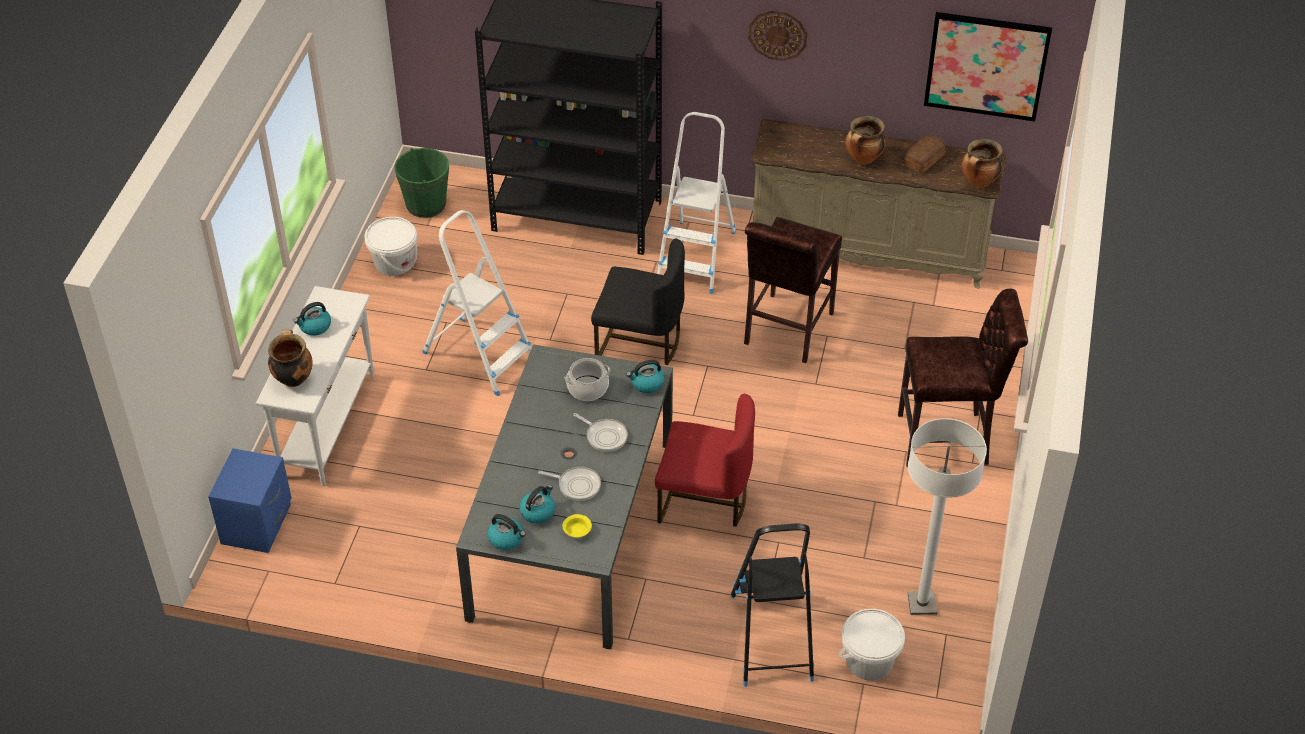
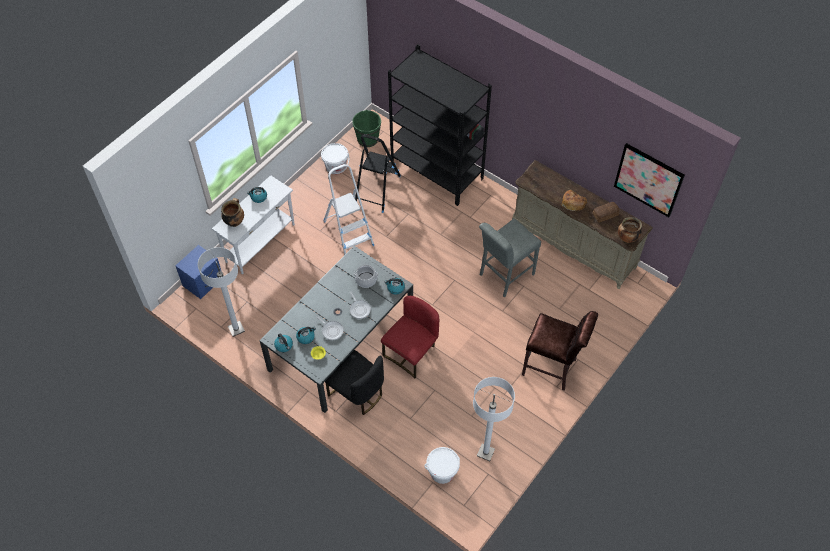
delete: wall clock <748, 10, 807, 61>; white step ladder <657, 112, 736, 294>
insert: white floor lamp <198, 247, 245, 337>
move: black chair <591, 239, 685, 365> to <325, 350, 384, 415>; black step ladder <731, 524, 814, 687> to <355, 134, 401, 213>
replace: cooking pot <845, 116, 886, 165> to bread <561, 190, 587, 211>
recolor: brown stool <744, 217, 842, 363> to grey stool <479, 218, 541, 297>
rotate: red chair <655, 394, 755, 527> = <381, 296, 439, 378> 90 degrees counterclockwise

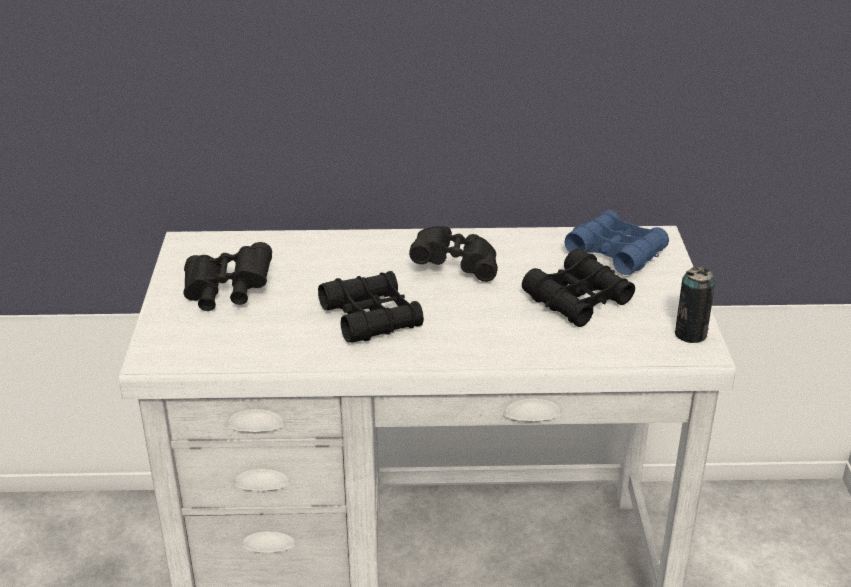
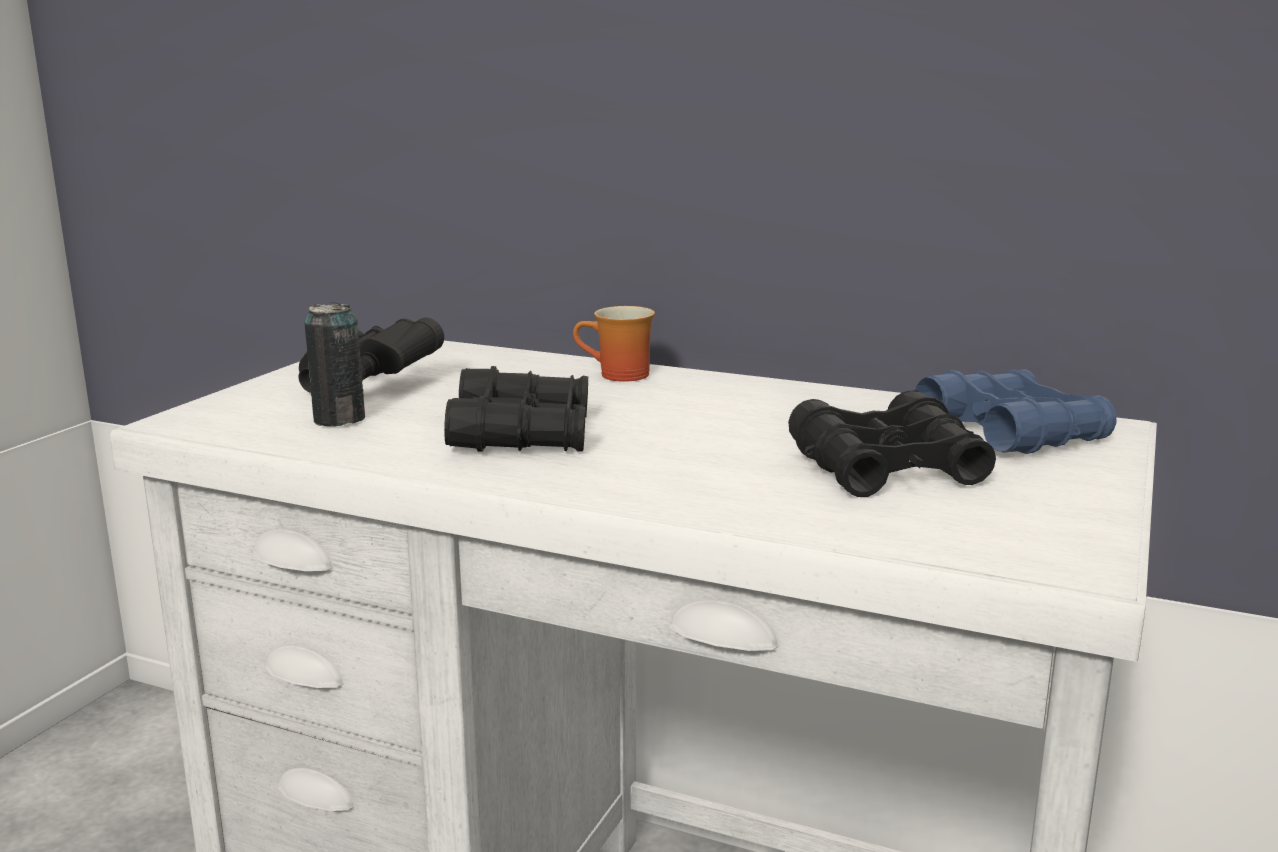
delete: black binoculars <409, 226, 498, 282>
insert: mug <573, 306, 655, 382>
move: can <675, 267, 716, 343> to <304, 302, 365, 427>

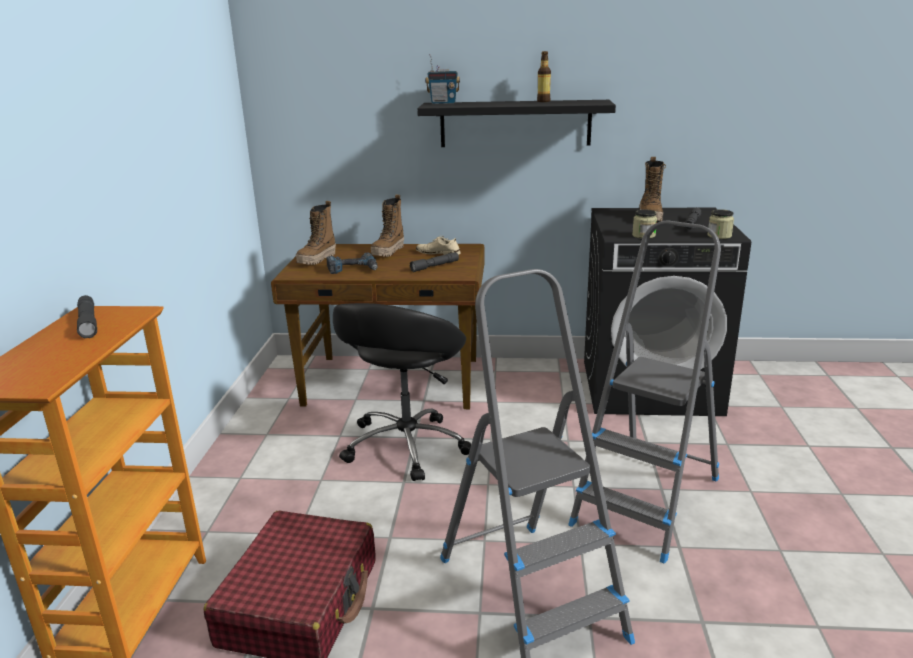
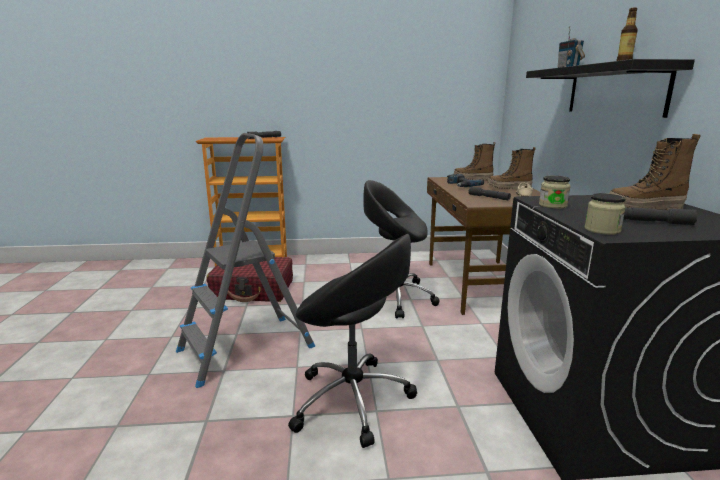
replace: grey step ladder <568, 221, 721, 563> to black office chair <288, 234, 417, 448>

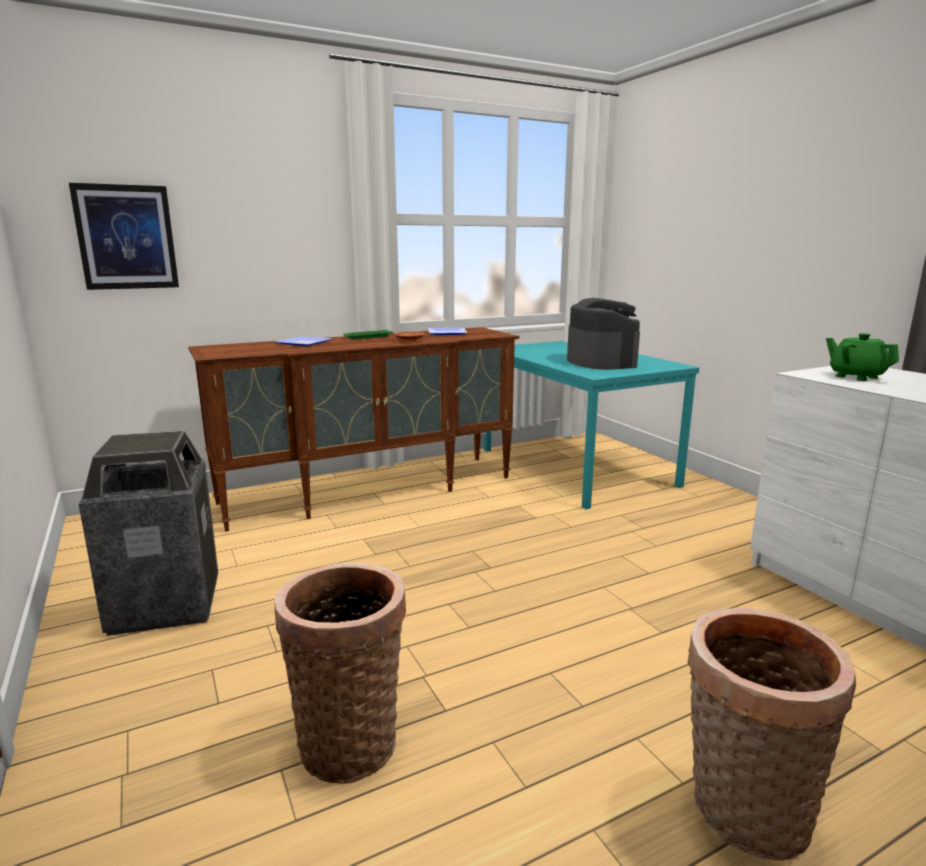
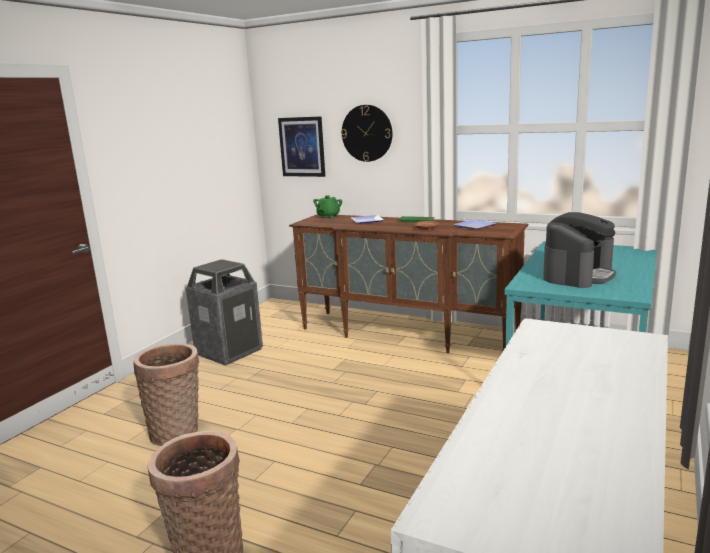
insert: wall clock <341, 105, 392, 162>
move: green teapot <826, 333, 899, 381> to <313, 195, 342, 218>

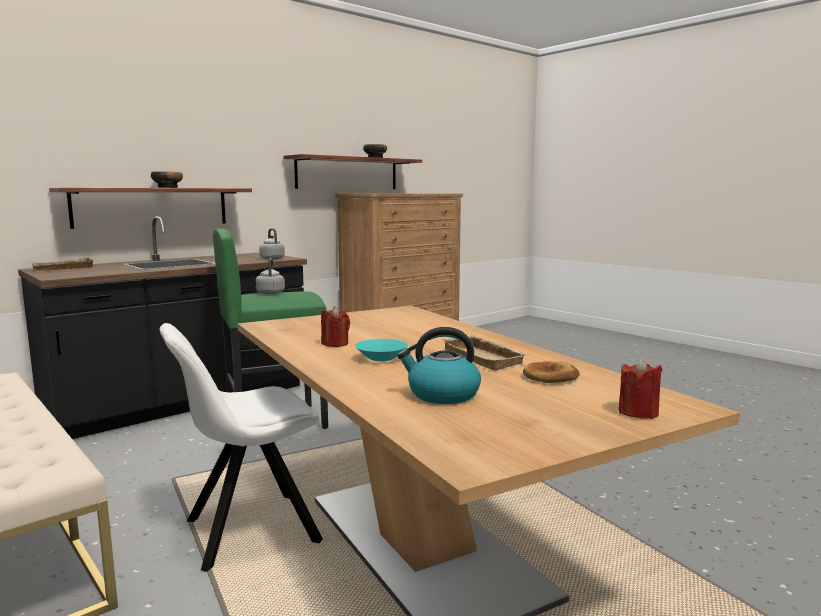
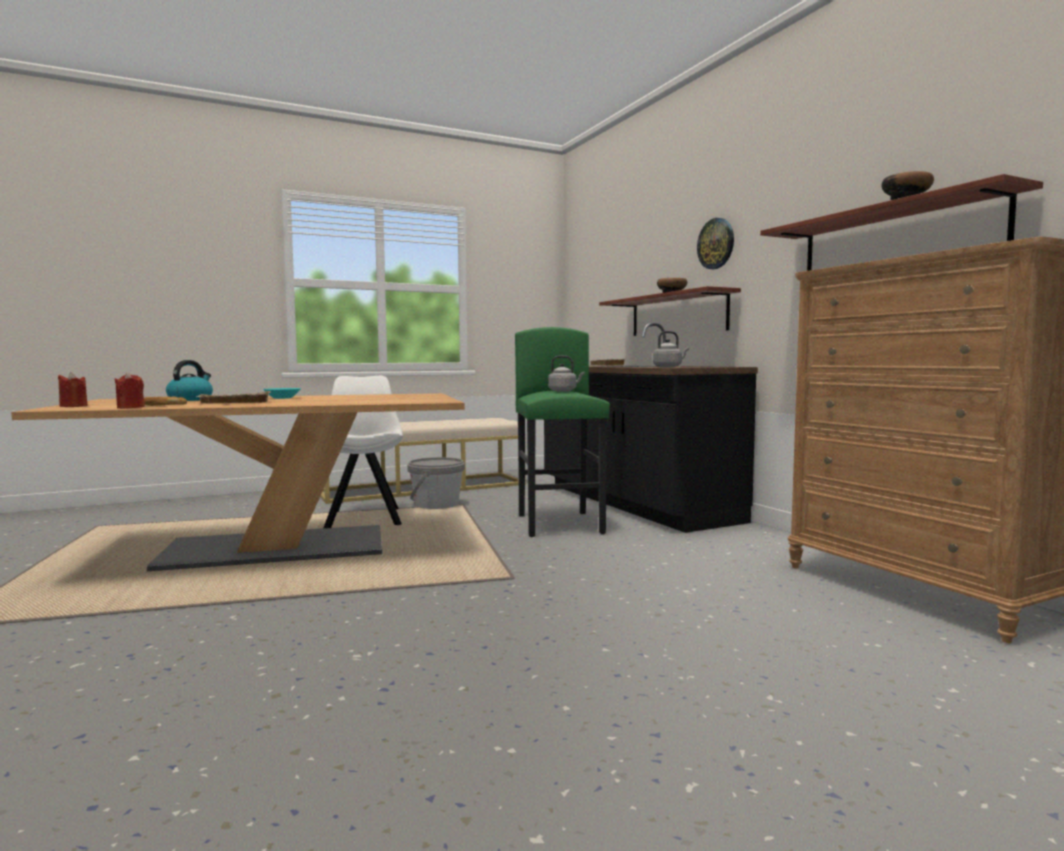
insert: wall clock <697, 218, 734, 269>; grey bucket <407, 457, 465, 509>
move: red candle <321, 306, 350, 347> to <115, 372, 145, 409>

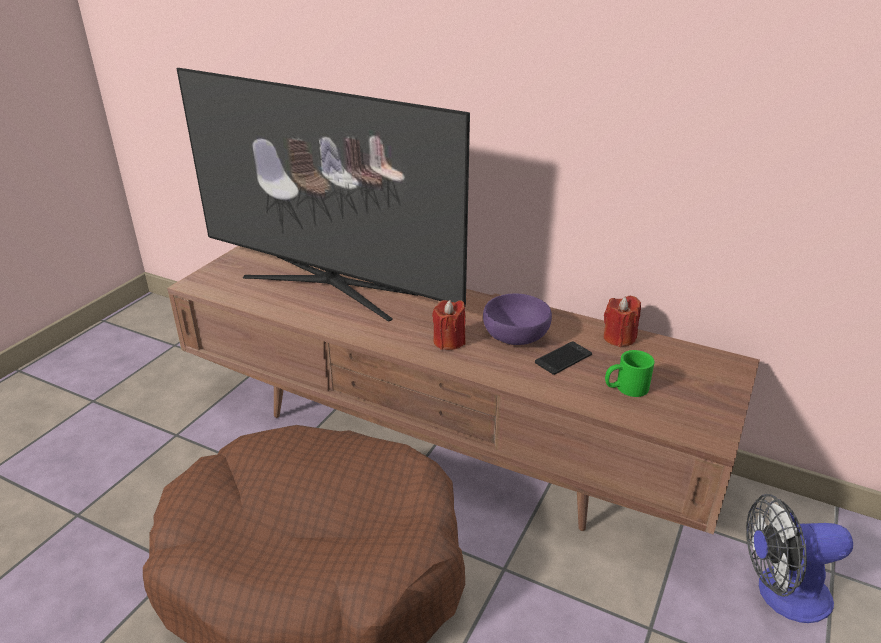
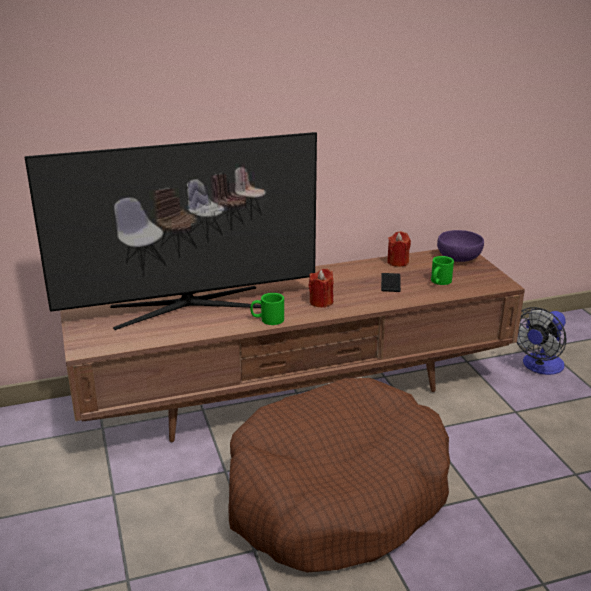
insert: green mug <250, 293, 284, 325>
move: purple bowl <483, 294, 552, 345> to <437, 230, 484, 262>

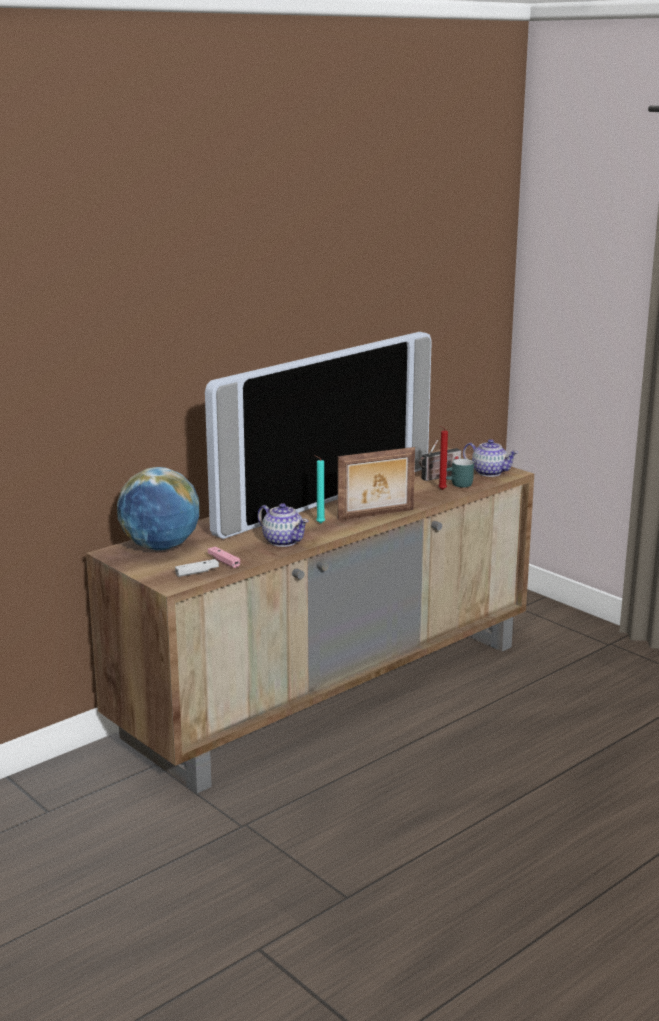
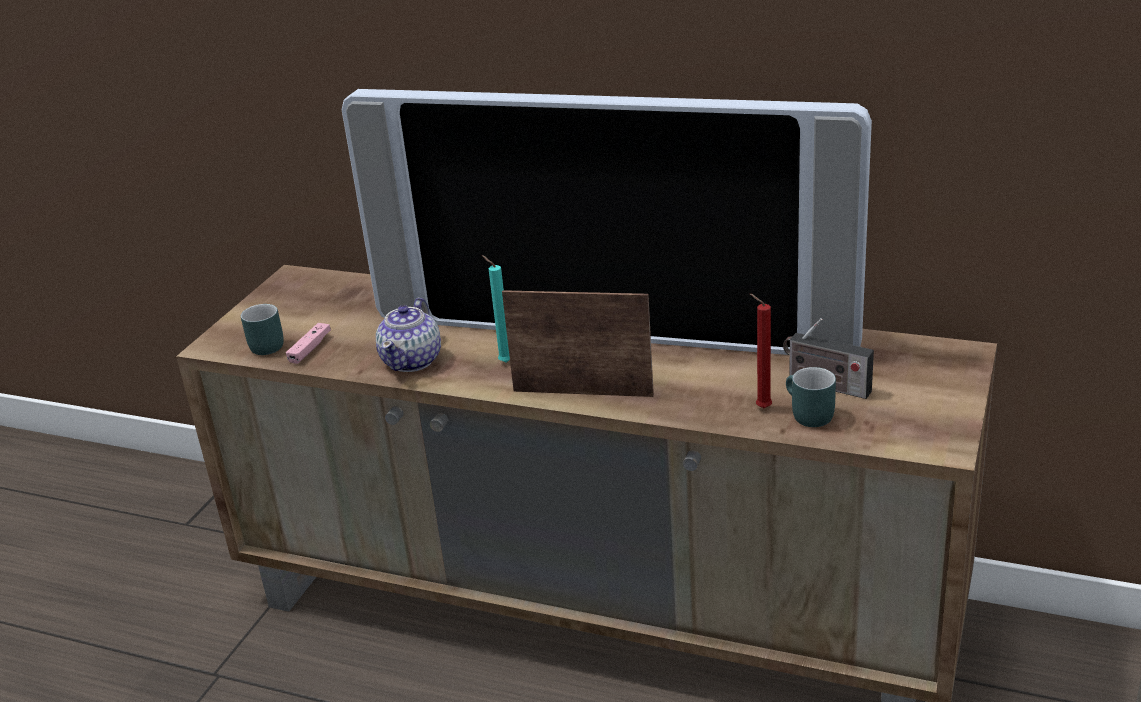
delete: teapot <463, 439, 518, 477>; globe <117, 467, 199, 550>
replace: white game controller <175, 559, 219, 577> to turquoise mug <241, 304, 284, 355>
rotate: picture frame <338, 447, 415, 520> = <502, 290, 654, 397> 150 degrees clockwise

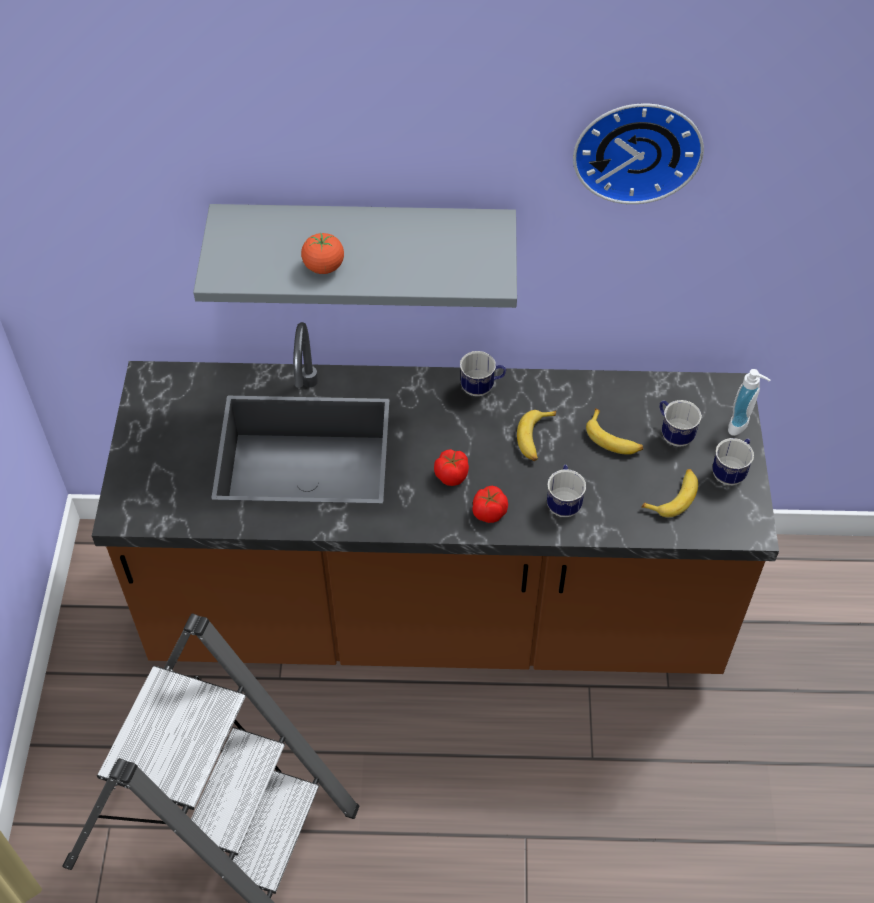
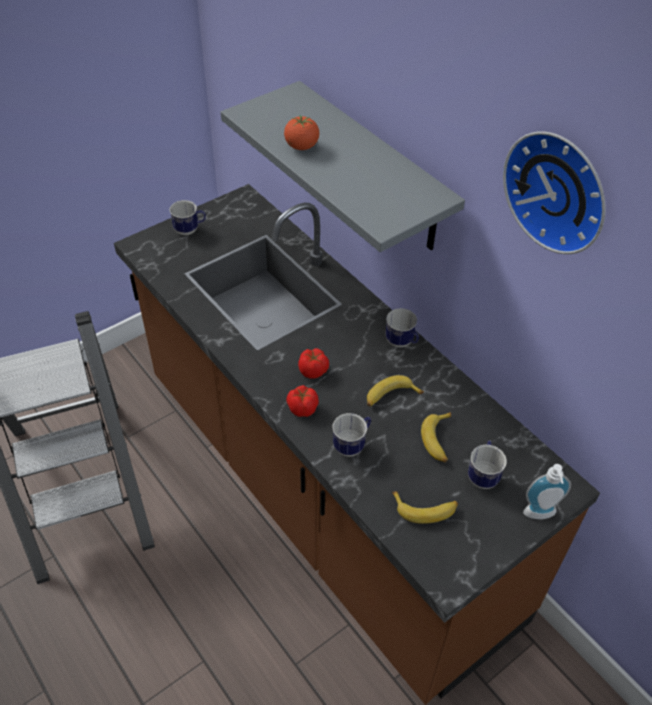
move: mug <712, 438, 754, 485> to <169, 200, 206, 235>

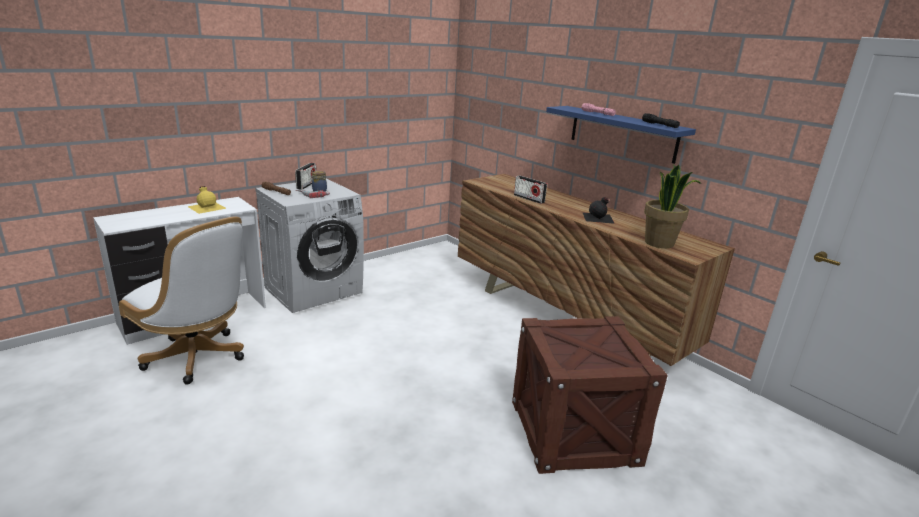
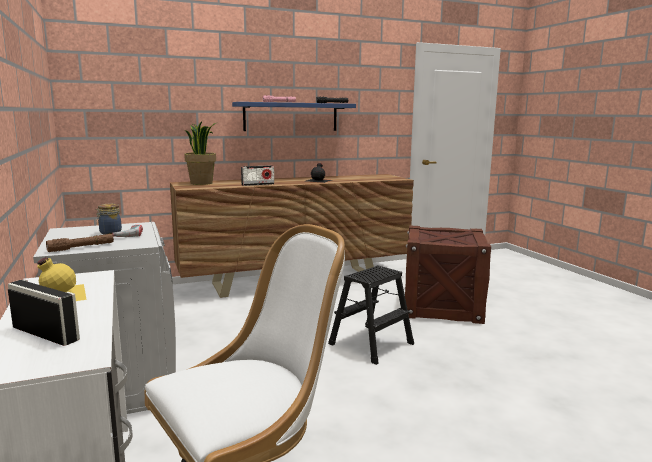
insert: black step ladder <328, 265, 414, 365>
move: radio <295, 163, 317, 190> to <8, 279, 80, 346>; potted plant <644, 165, 701, 248> to <184, 121, 218, 185>

